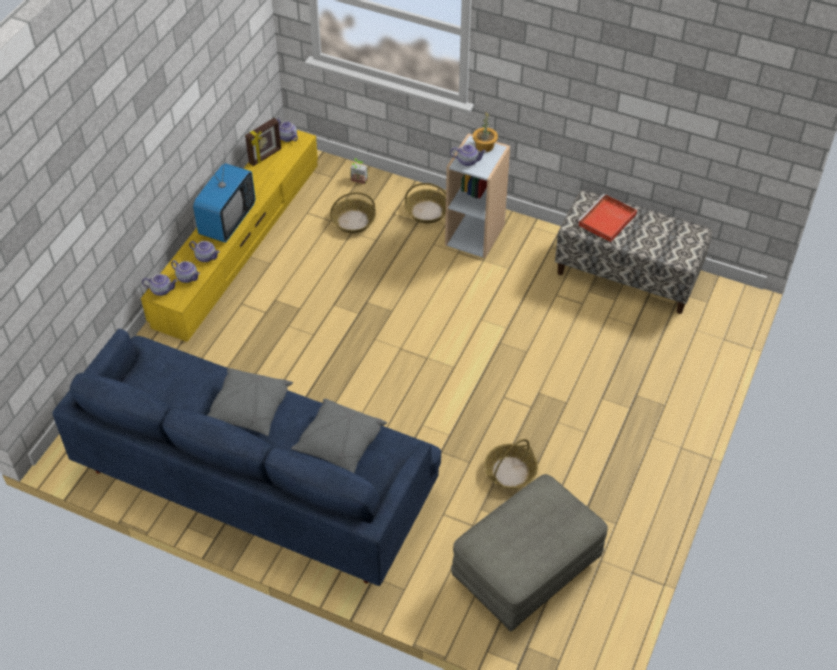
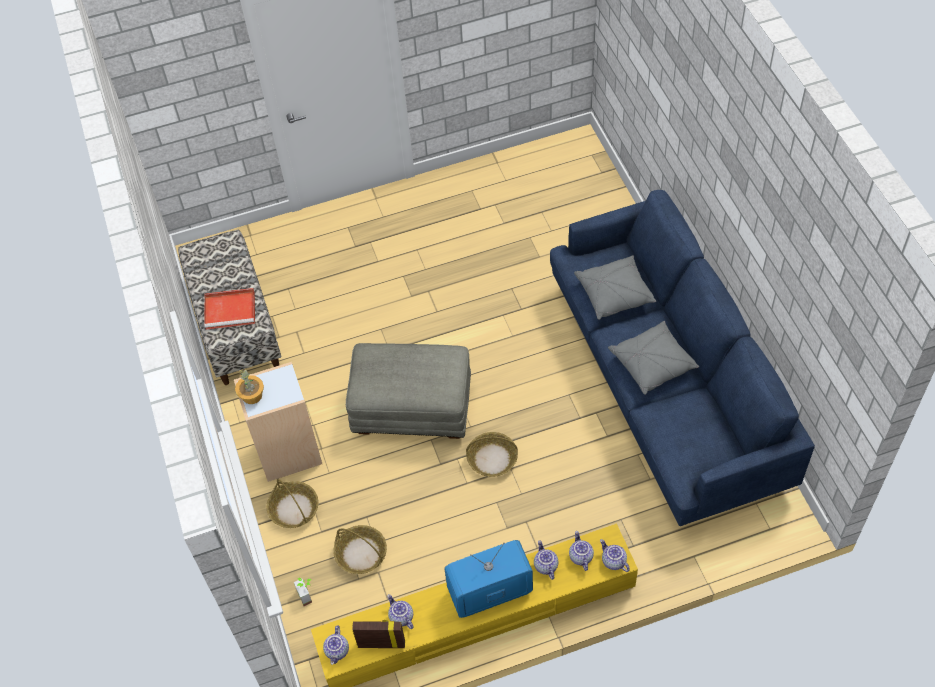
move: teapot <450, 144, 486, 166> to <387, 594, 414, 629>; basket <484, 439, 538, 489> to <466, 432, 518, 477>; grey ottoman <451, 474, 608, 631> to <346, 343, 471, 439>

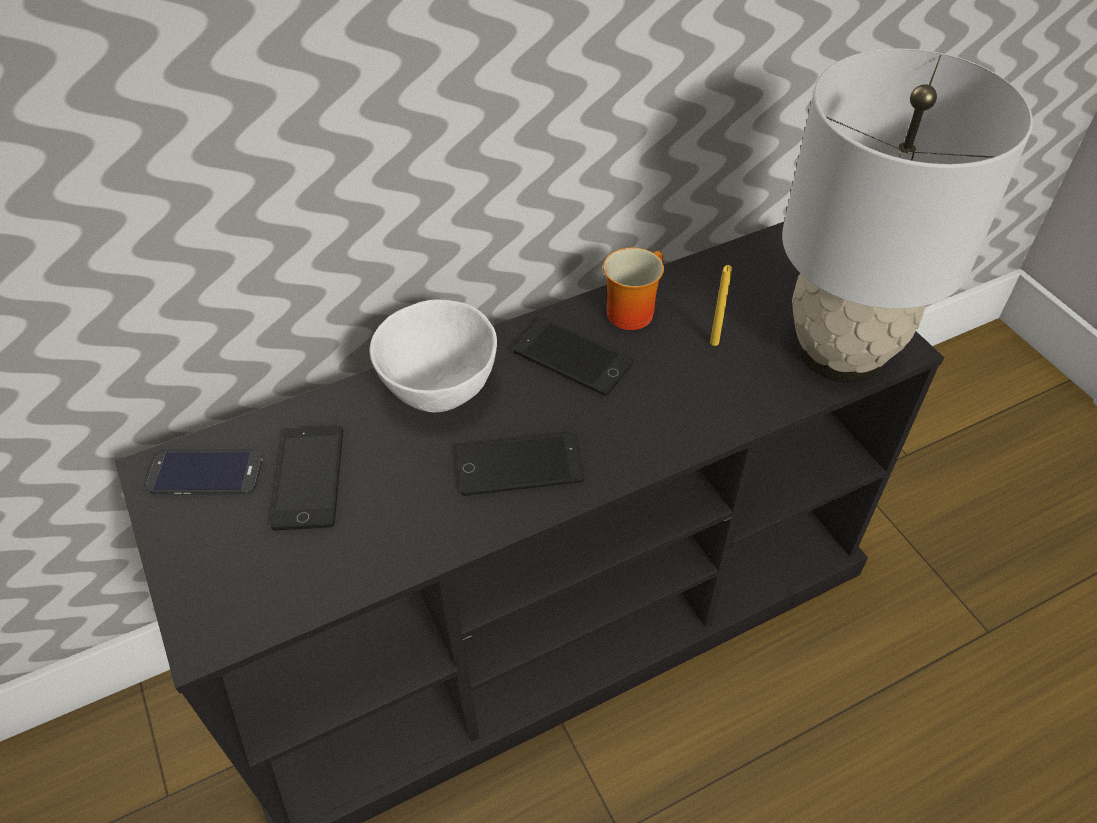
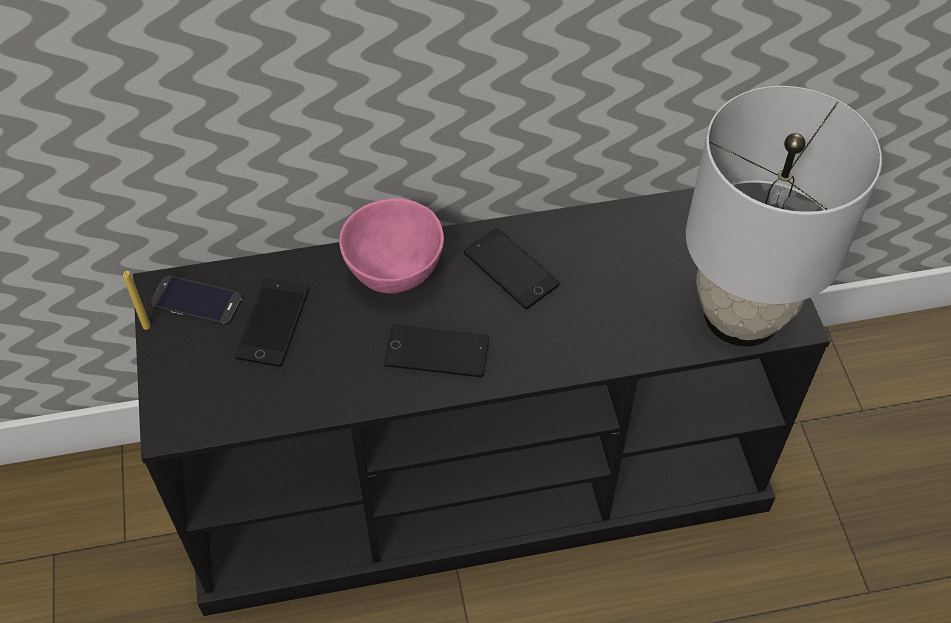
delete: mug <603, 247, 664, 330>
move: yellow candle <710, 265, 732, 346> to <123, 271, 151, 330>
recolor: white bowl <370, 300, 497, 412> to pink bowl <339, 198, 444, 294>

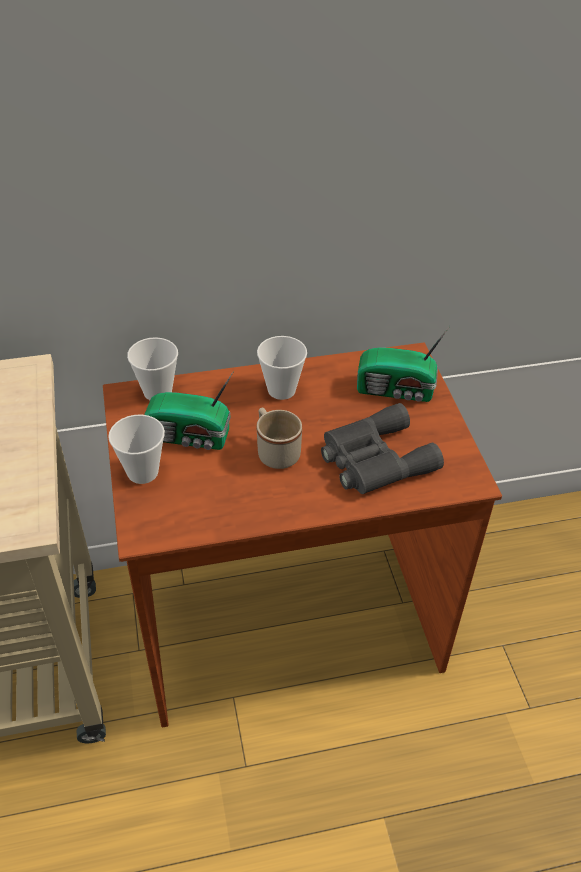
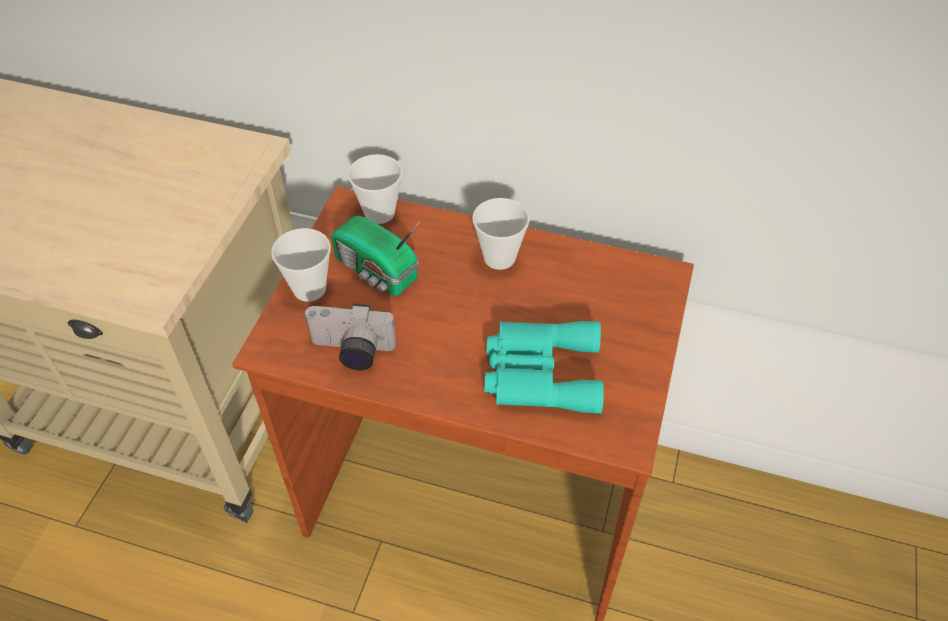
delete: radio <357, 326, 450, 402>; beige mug <257, 408, 302, 469>
insert: photo camera <304, 304, 396, 370>
recolor: grey binoculars <321, 403, 444, 494> to turquoise binoculars <485, 321, 604, 413>

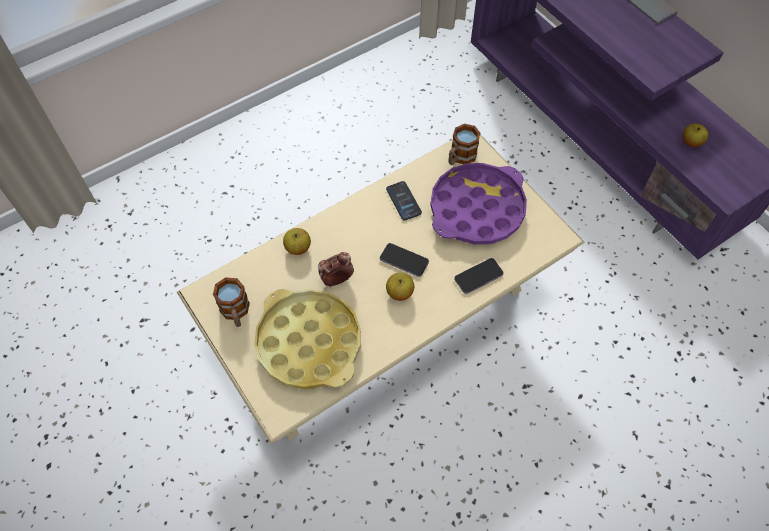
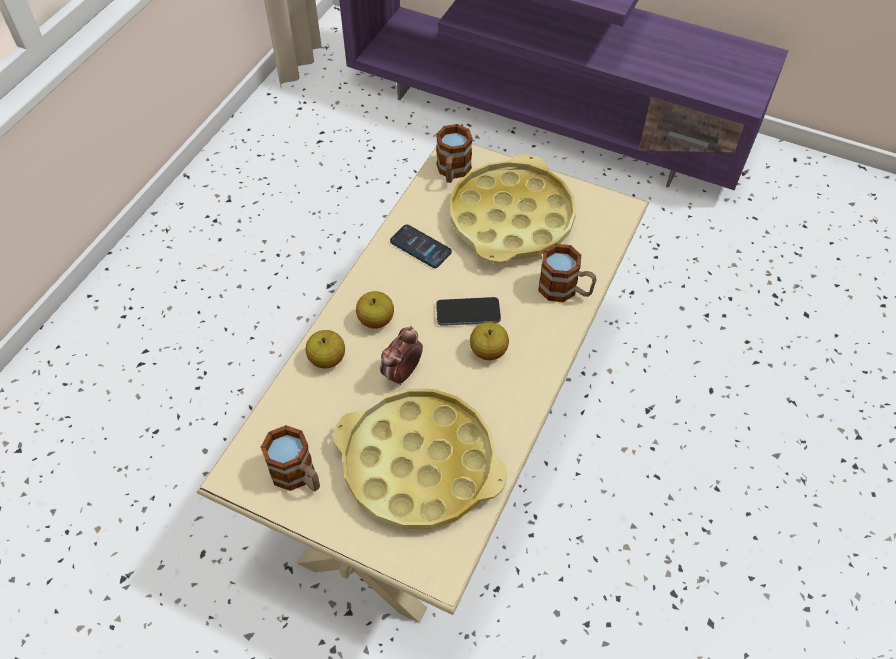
move: apple <682, 123, 708, 147> to <356, 291, 394, 329>
replace: phone <454, 258, 504, 294> to mug <538, 244, 597, 302>
recolor: purple tray <430, 163, 527, 244> to yellow tray <450, 154, 576, 264>

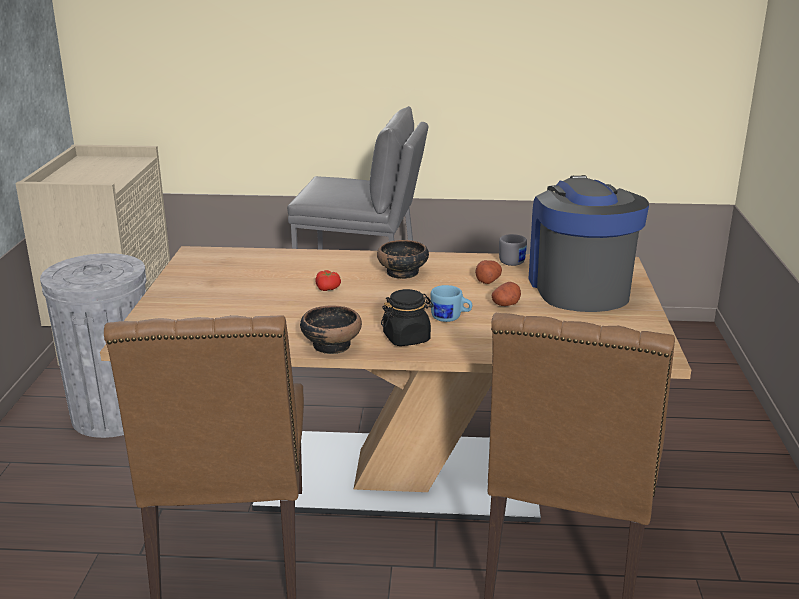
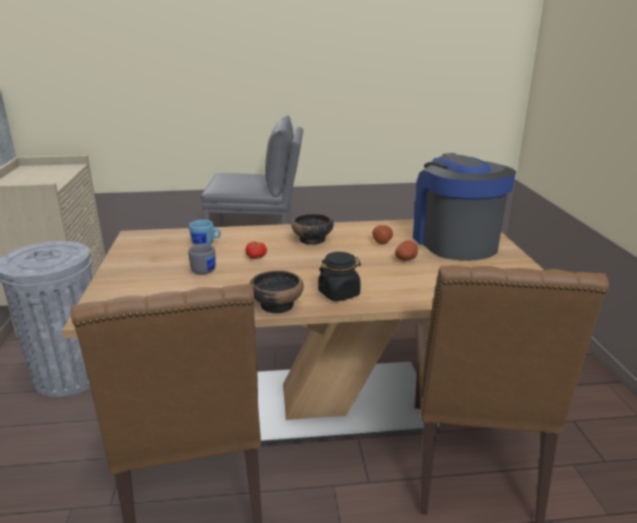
move: grey mug <499, 234, 527, 266> to <188, 244, 216, 274>; blue mug <431, 285, 472, 322> to <189, 220, 221, 245>

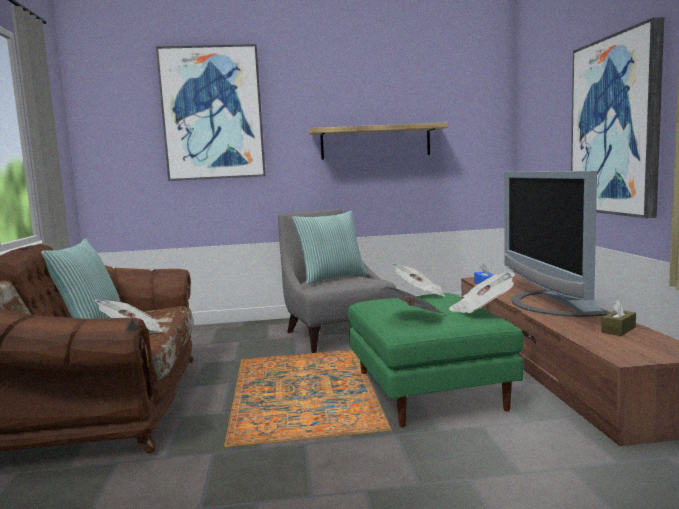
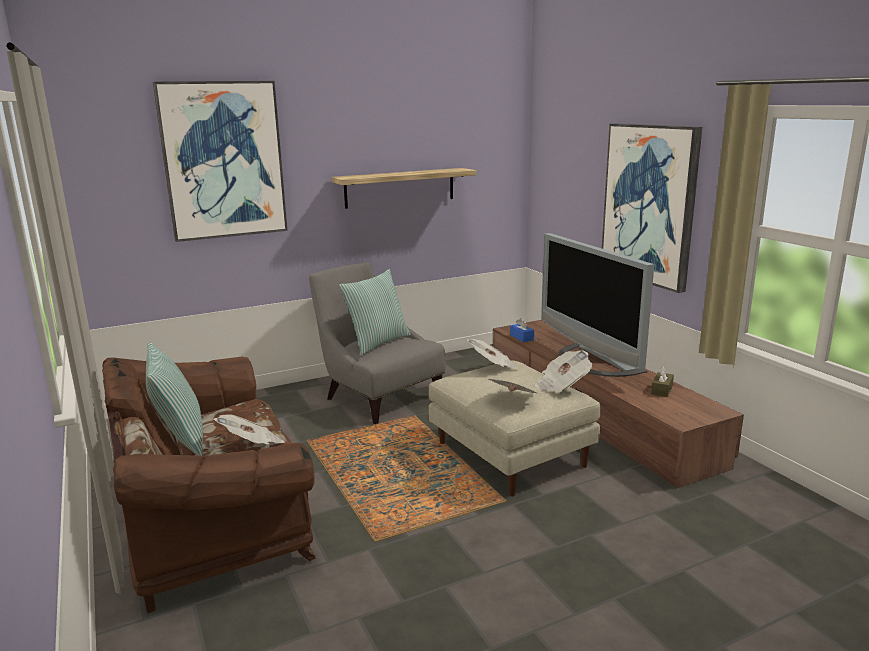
recolor: green ottoman <348, 293, 524, 427> to beige ottoman <428, 360, 601, 496>

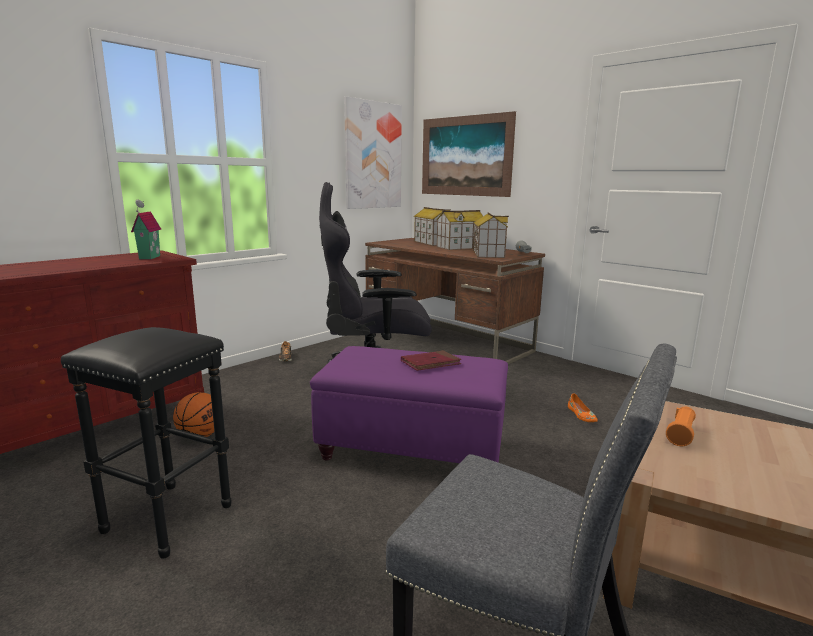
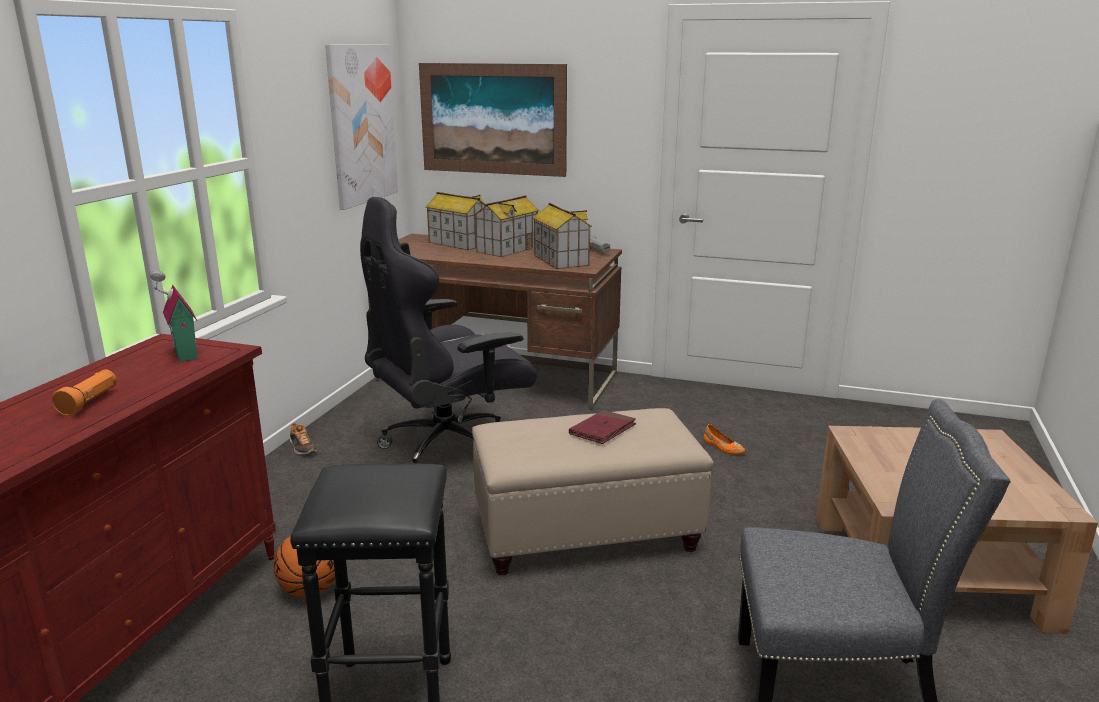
move: orange flashlight <666, 407, 696, 446> to <52, 369, 117, 416>
recolor: purple ottoman <310, 346, 508, 463> to beige ottoman <472, 408, 714, 575>

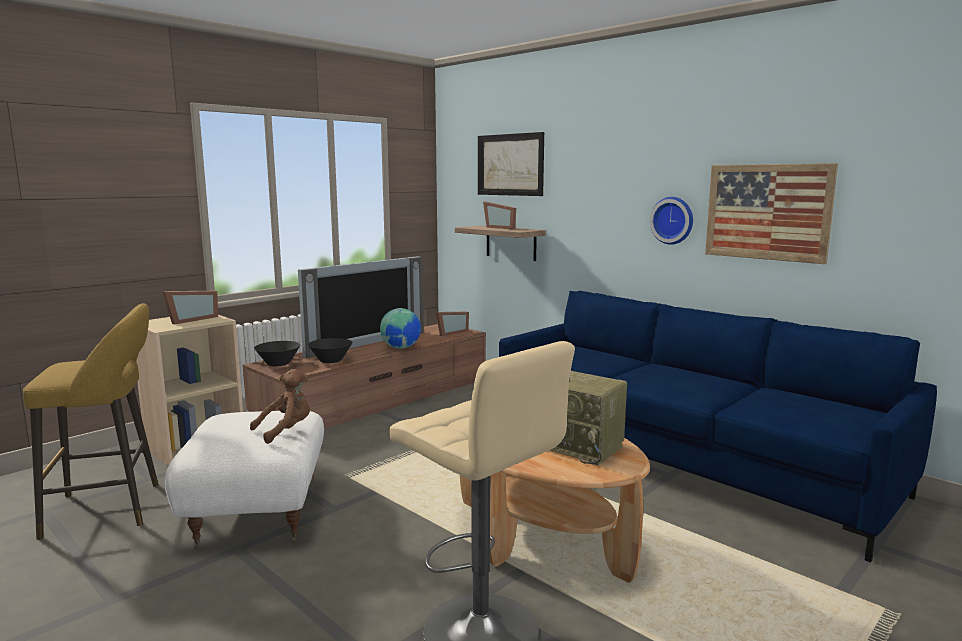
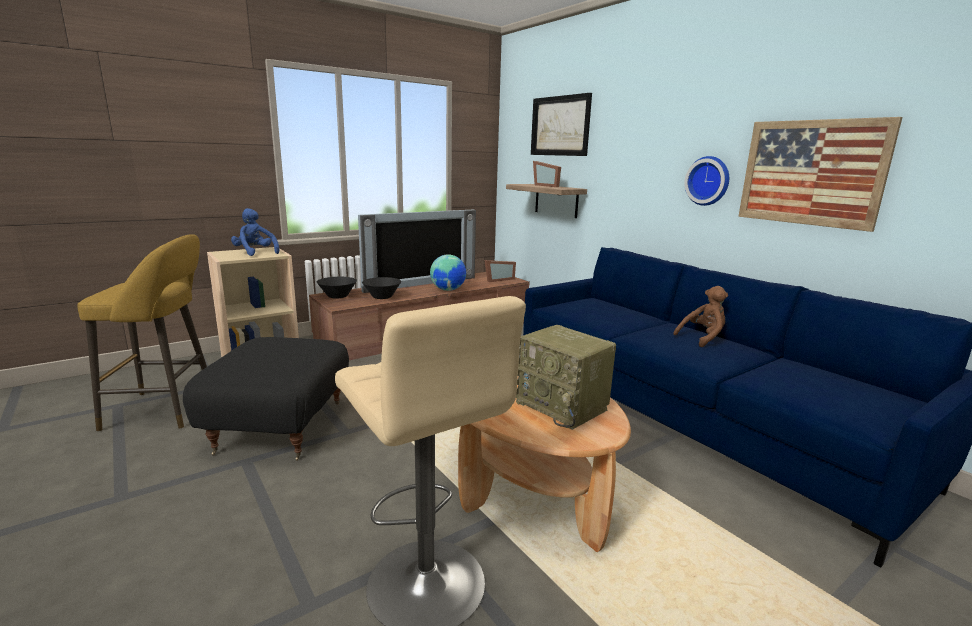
move: brown plush toy <250, 369, 310, 444> to <673, 286, 728, 347>
replace: picture frame <162, 291, 218, 324> to blue plush toy <231, 208, 279, 256>
recolor: white ottoman <164, 411, 324, 548> to black ottoman <183, 337, 349, 461>

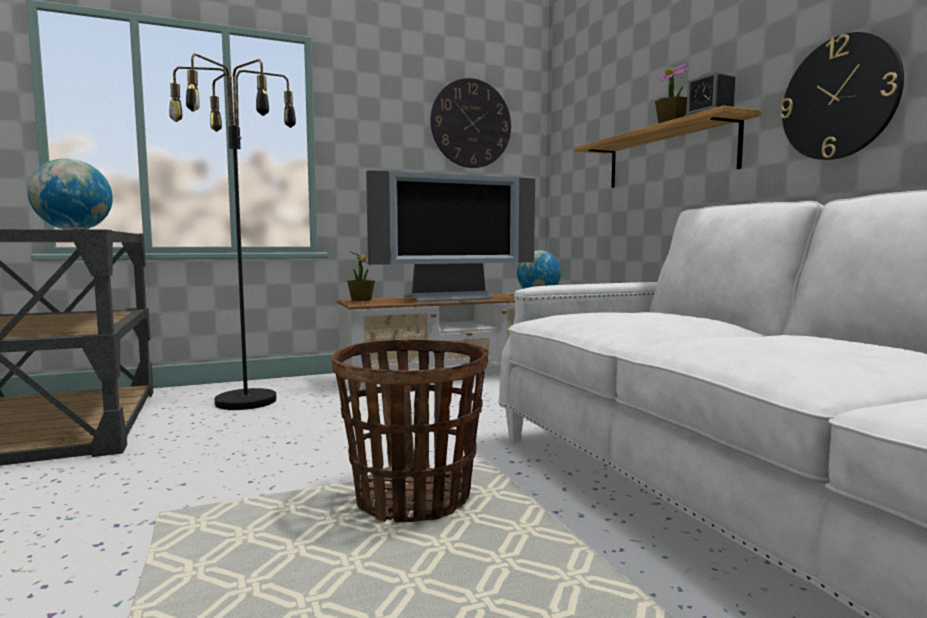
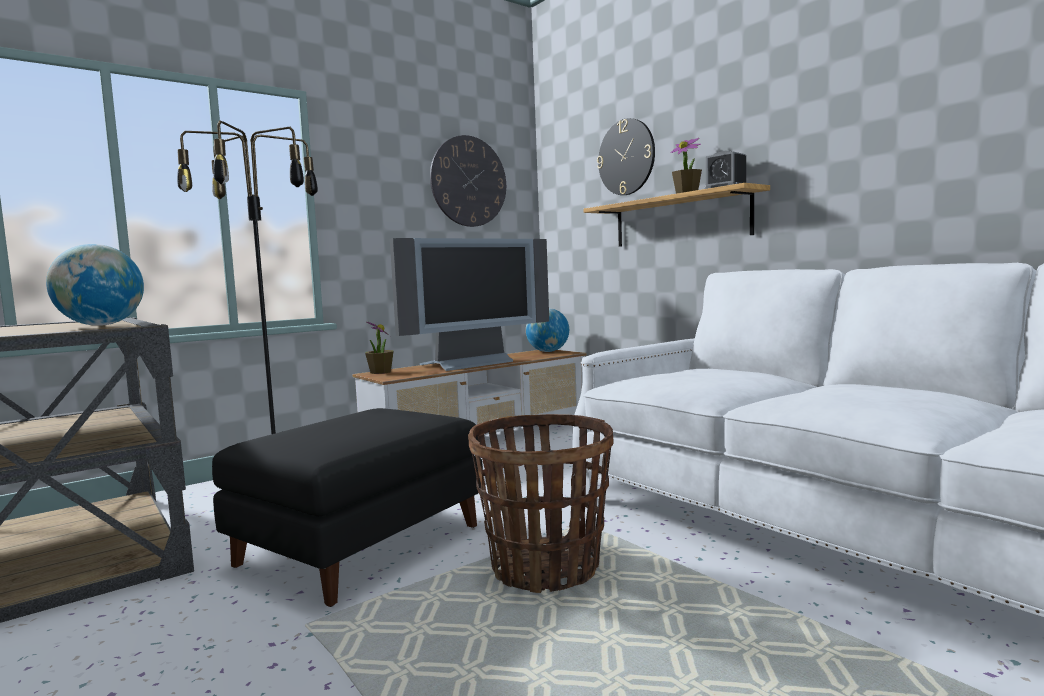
insert: black ottoman <212, 408, 483, 607>
move: wall clock <780, 32, 904, 160> to <597, 118, 655, 195>

